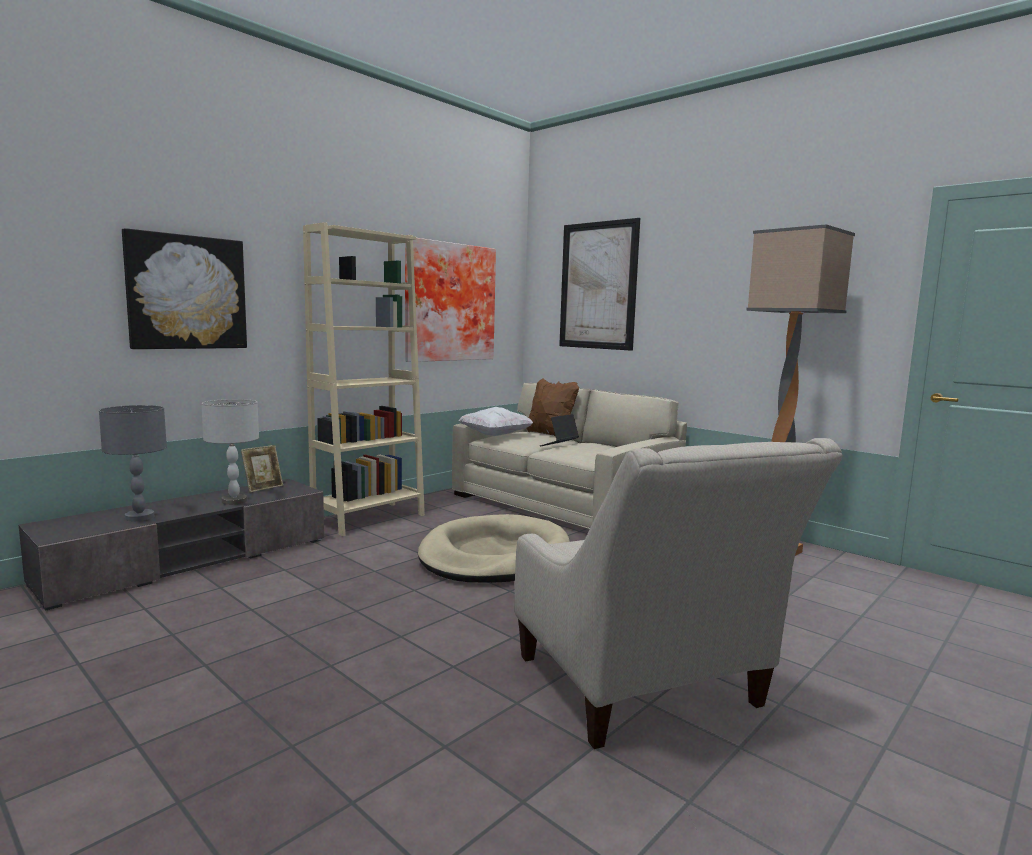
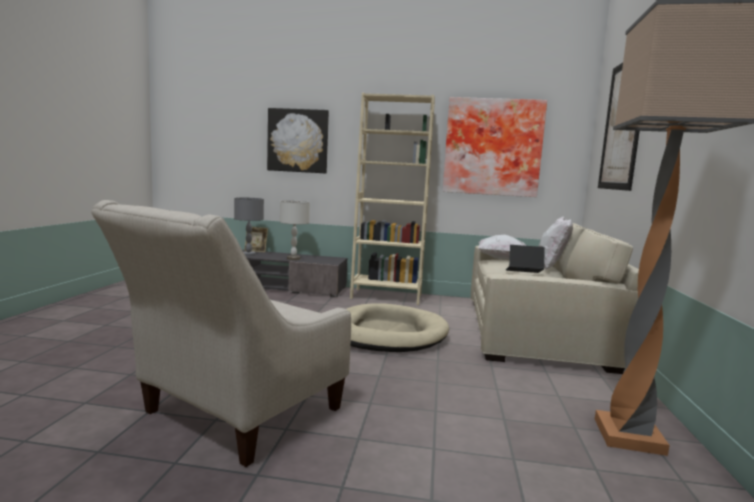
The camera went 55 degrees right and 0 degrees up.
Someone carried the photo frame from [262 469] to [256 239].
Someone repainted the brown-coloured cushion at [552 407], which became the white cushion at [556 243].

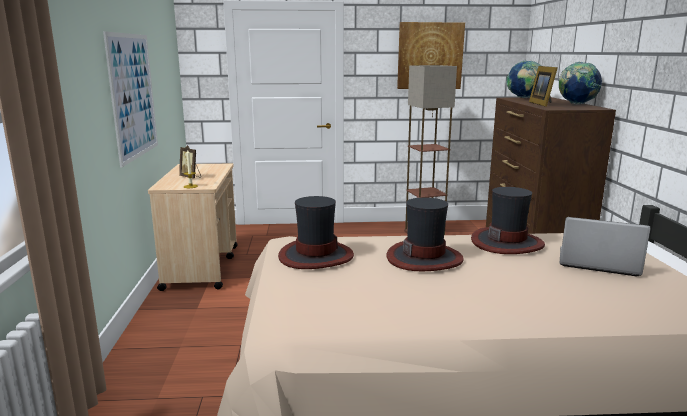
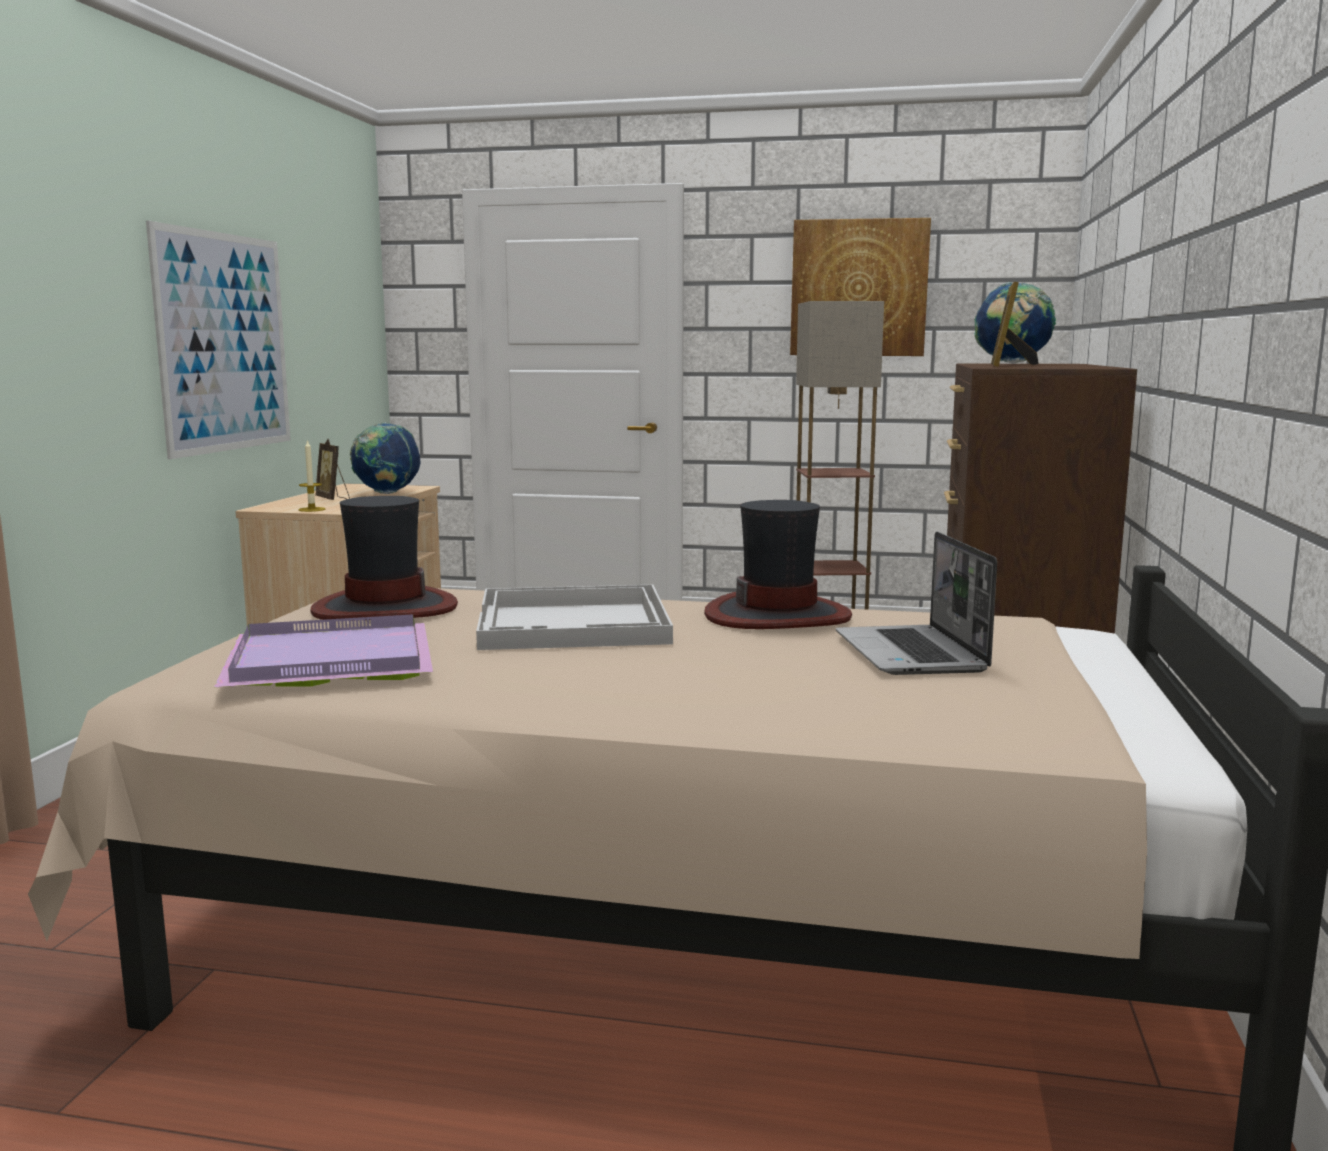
The camera went 15 degrees right and 5 degrees down.
Someone put down the purple-coloured carrying tray at [323 650].
Someone carried the globe from [580 83] to [385 458].
Someone swapped the clothing hat at [425 234] for the white carrying tray at [574 617].
Someone rotated the notebook computer at [605 246] by 135 degrees counterclockwise.

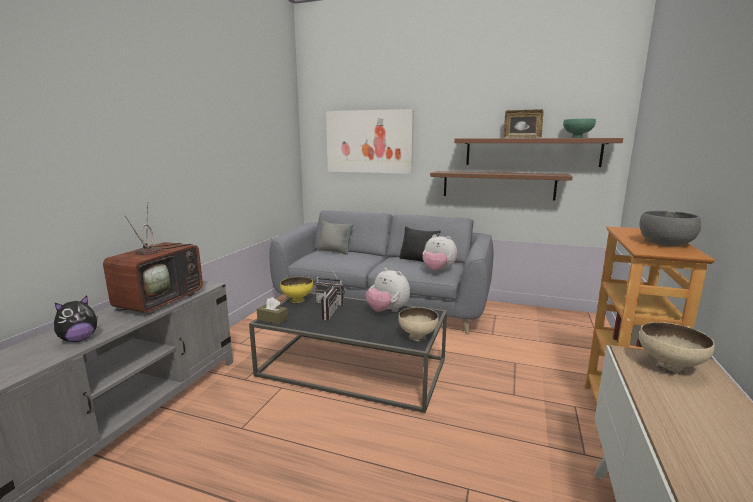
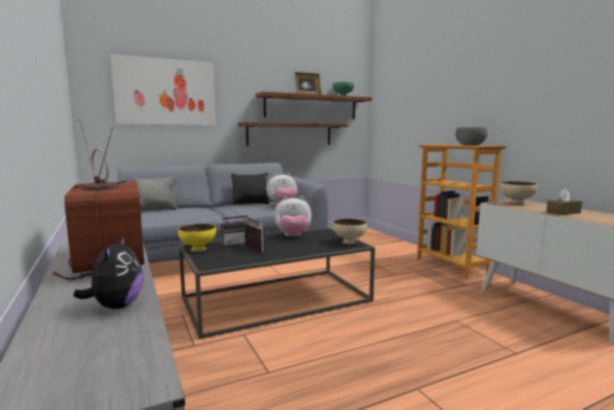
The camera went 45 degrees left and 5 degrees down.
Someone carried the brown-coloured tissue box from [272 311] to [564 201].

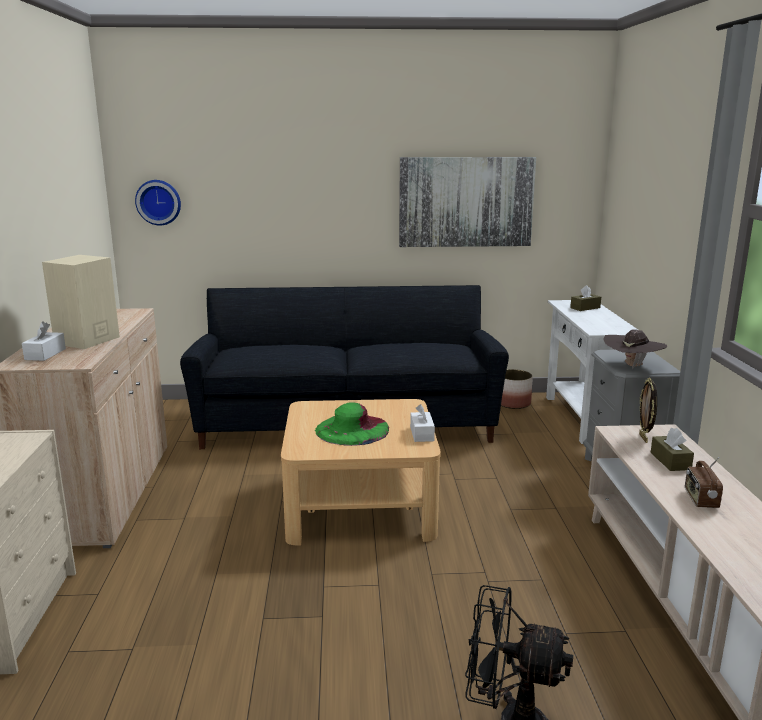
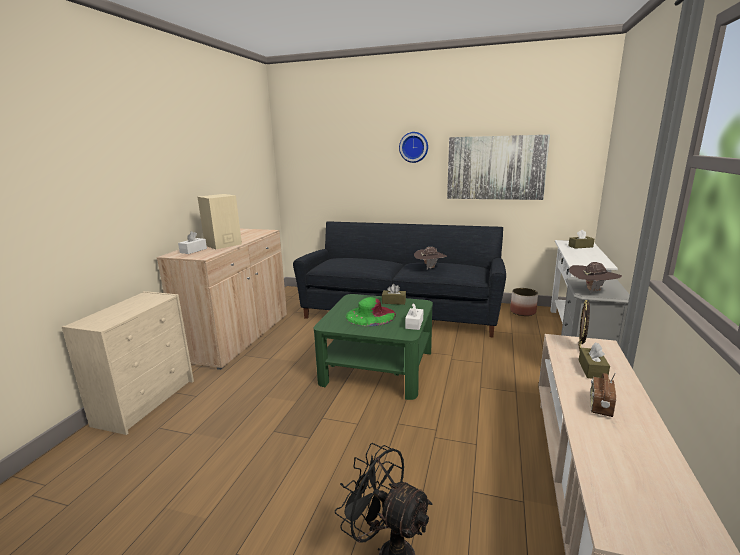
The camera went 20 degrees right and 0 degrees up.
Someone repainted the beige lounge table at [361 472], which became the green-coloured lounge table at [373 347].
Someone put down the brown-coloured tissue box at [394 294].
Someone carried the clock on the wall from [158 203] to [413 147].
Someone put down the brown-coloured clothing hat at [430 258].

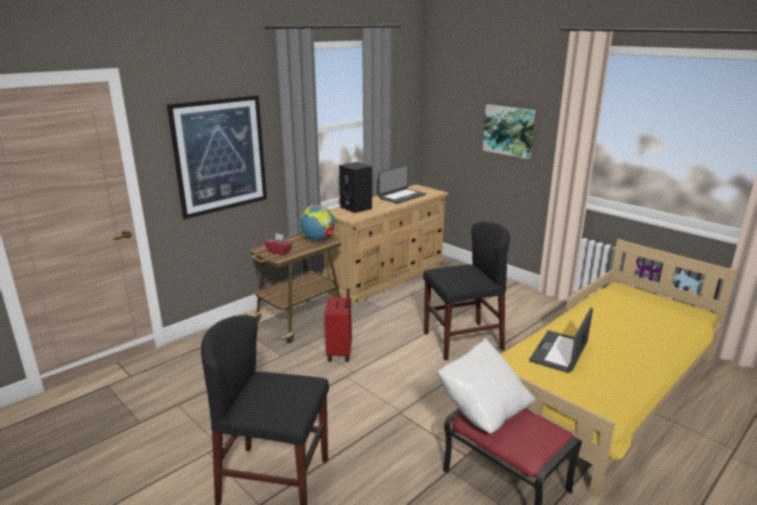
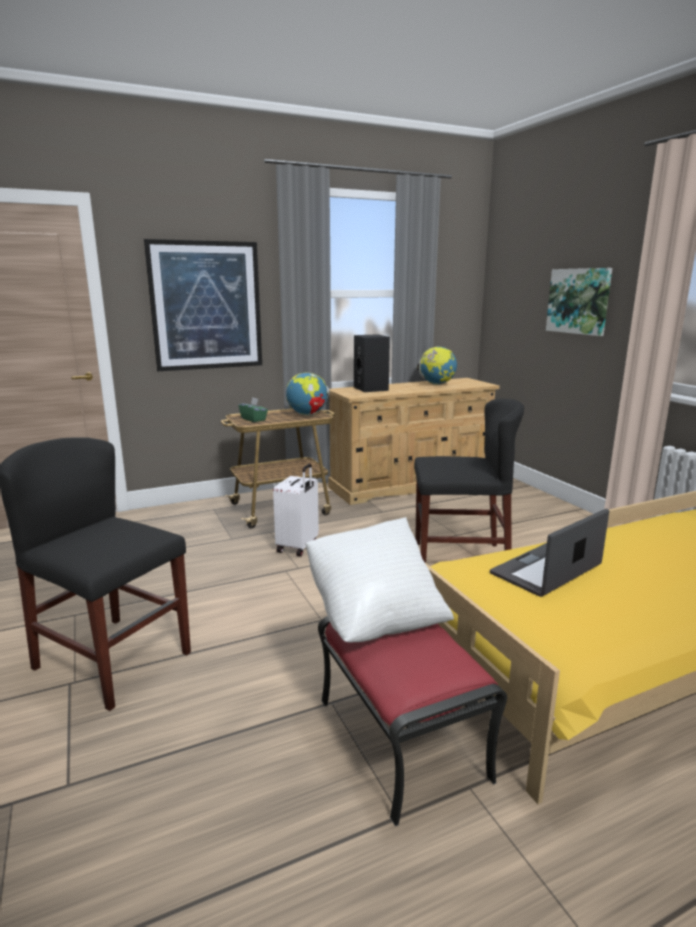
The camera went 20 degrees right and 5 degrees down.
Someone repainted the red tissue box at [278 244], which became the green-coloured tissue box at [253 409].
Someone repainted the red piece of luggage at [338 325], which became the white piece of luggage at [296 510].
Someone swapped the notebook computer at [402 184] for the globe at [437 366].

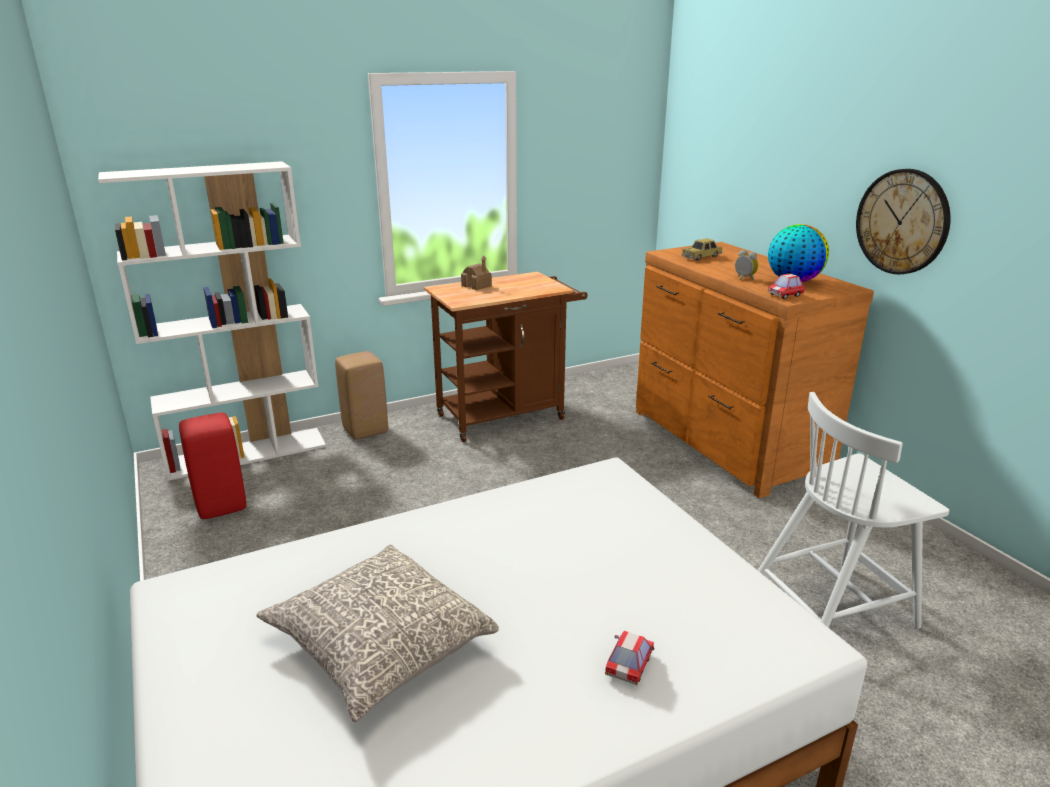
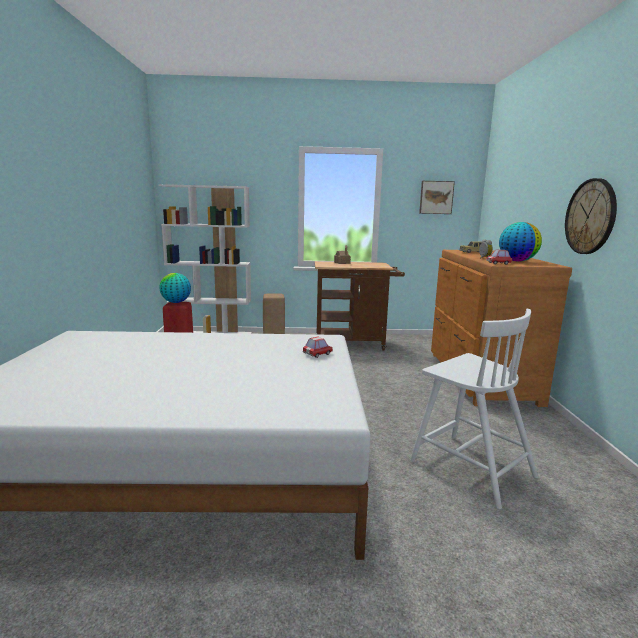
The camera went 25 degrees right and 10 degrees down.
Someone put down the globe at [175 288].
Someone carried the toy car from [629 658] to [318 347].
Someone rotated the white plain chair at [853 510] by 135 degrees counterclockwise.
Someone put up the picture at [437 197].
Someone took away the greyish cushion at [377 633].

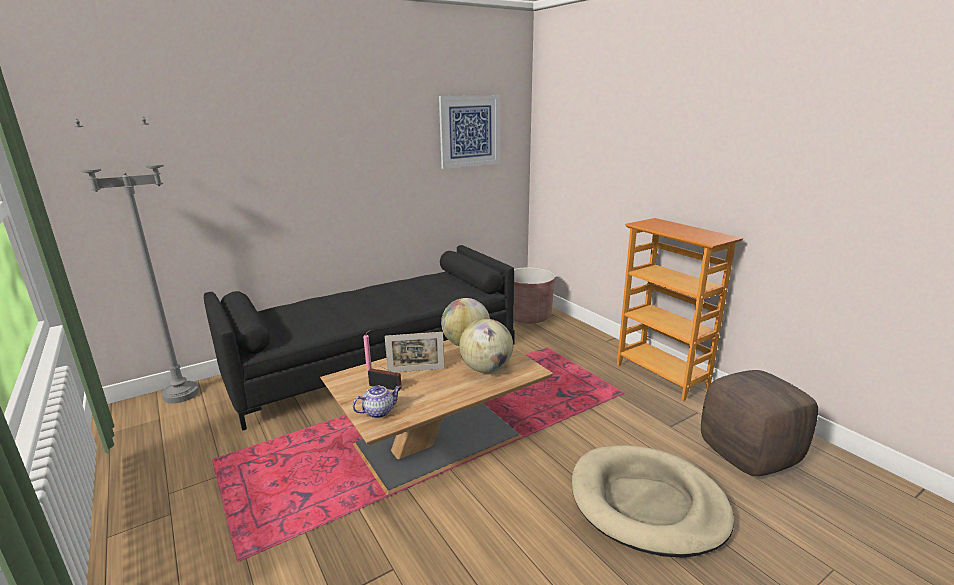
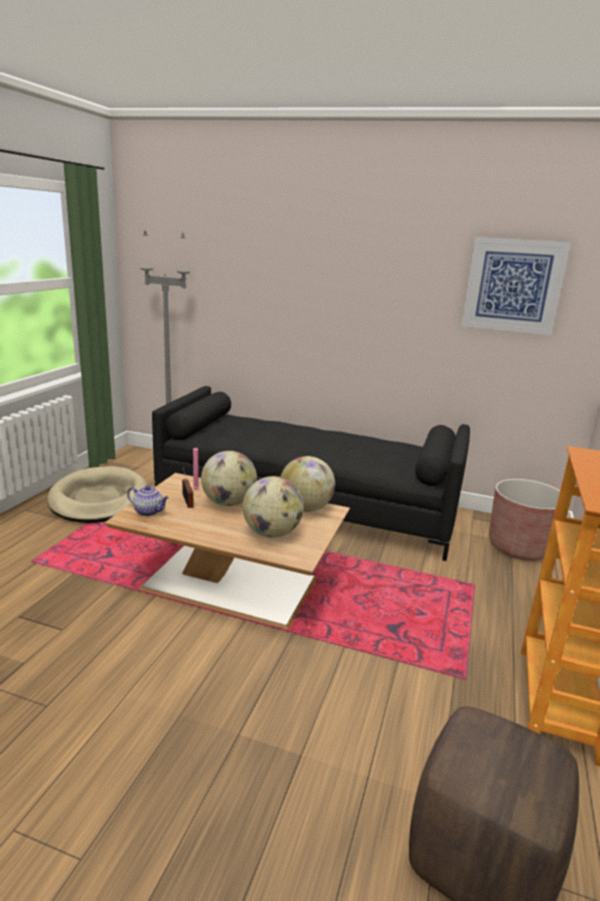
The camera went 50 degrees right and 0 degrees up.
Someone carried the beige pet bed from [653 501] to [97 494].
Someone swapped the photo frame at [415 352] for the globe at [229 478].

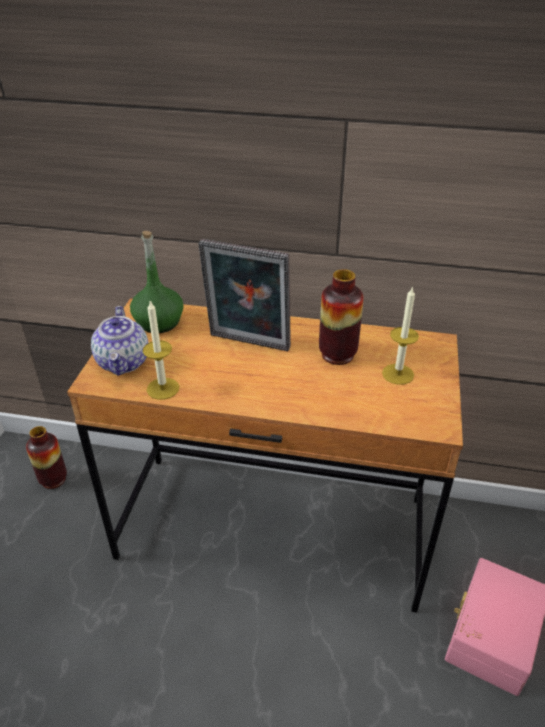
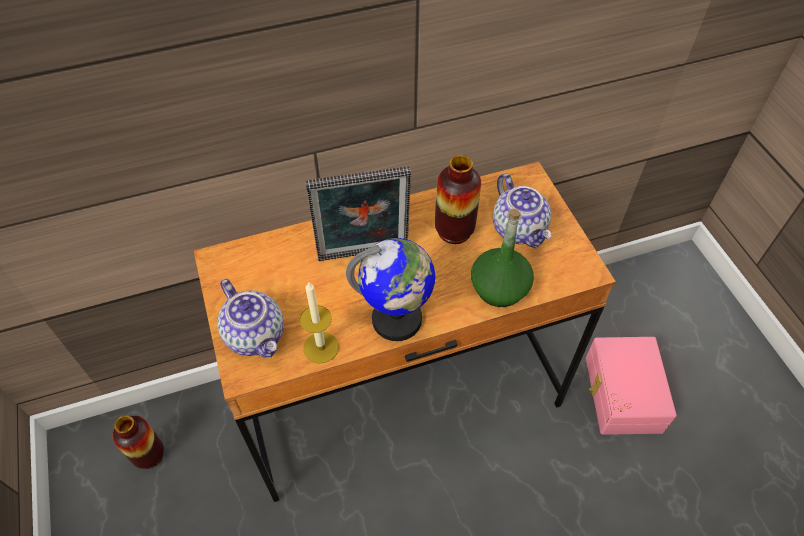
The camera went 30 degrees left and 15 degrees up.
Someone put down the globe at [390 289].
Someone carried the green-coloured drink bottle from [157 282] to [502 257].
Someone swapped the candle at [400 335] for the teapot at [522 211].

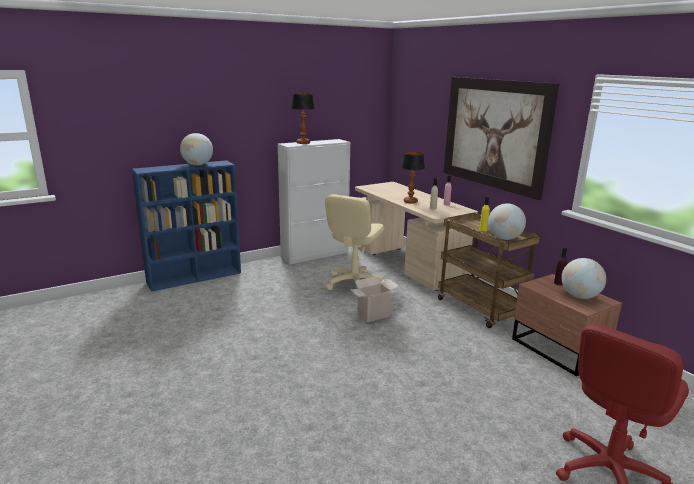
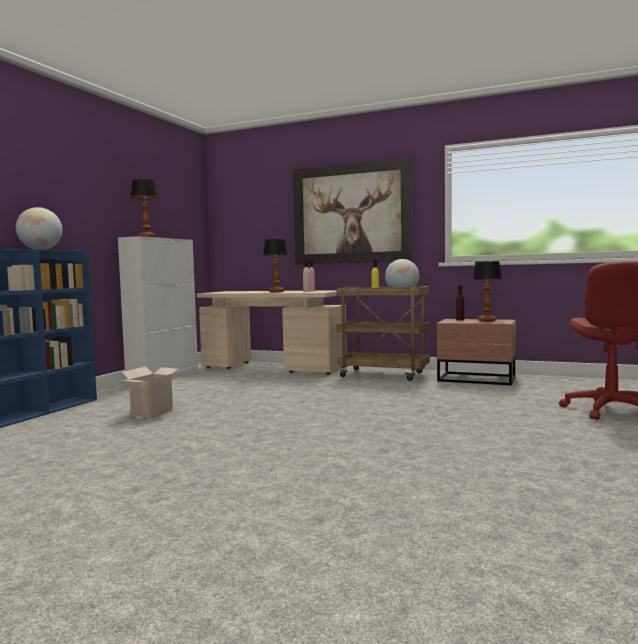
The camera went 35 degrees left and 15 degrees down.
Someone carried the cardboard box from [374 299] to [149 392].
Someone swapped the globe at [584 278] for the lamp for a table at [487 291].
Someone took away the beige office chair at [355 242].

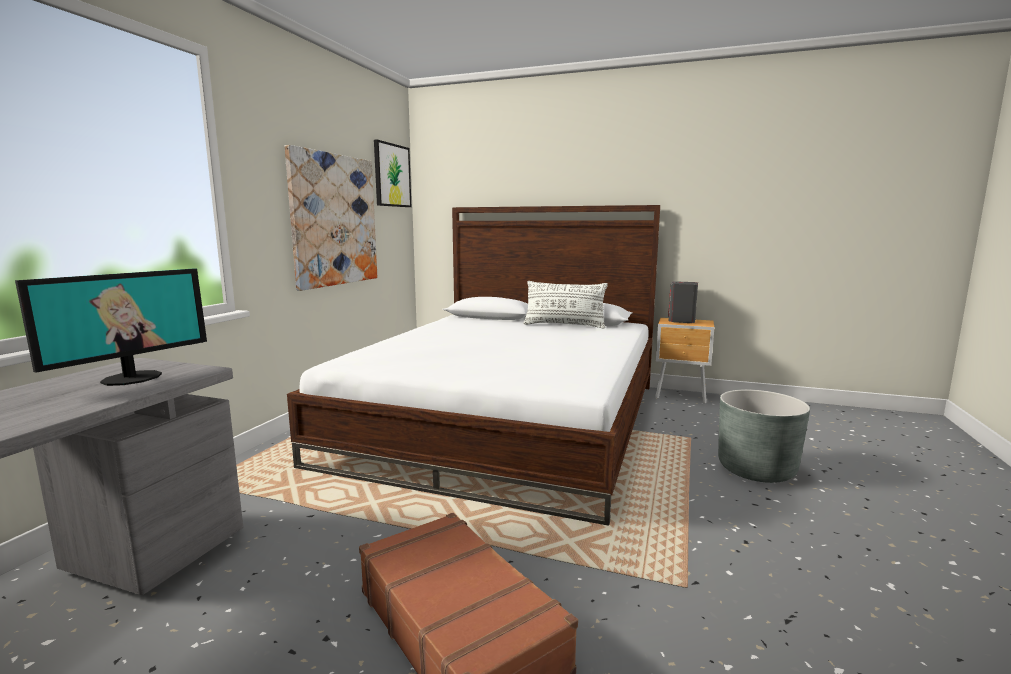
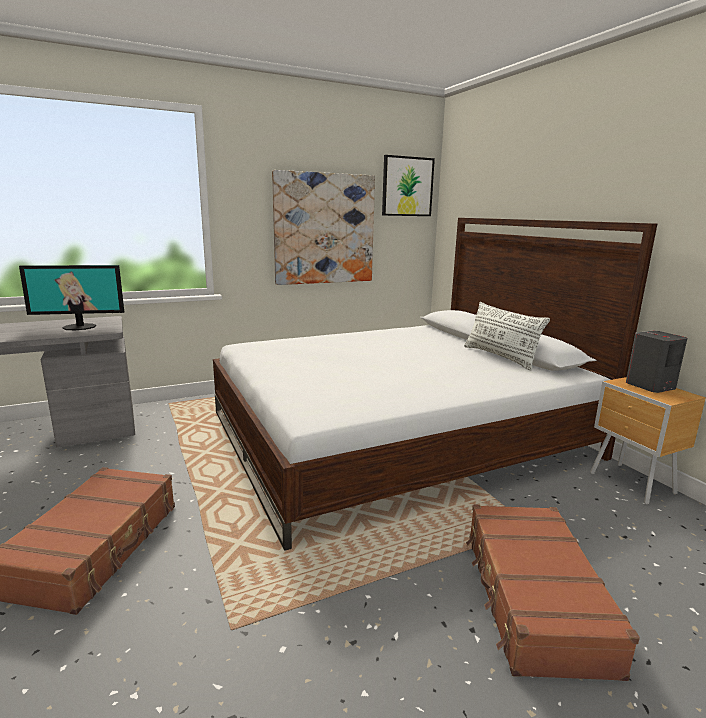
The camera went 45 degrees right and 5 degrees up.
Someone swapped the greyish flower pot at [764 436] for the brown-coloured piece of luggage at [553 592].

